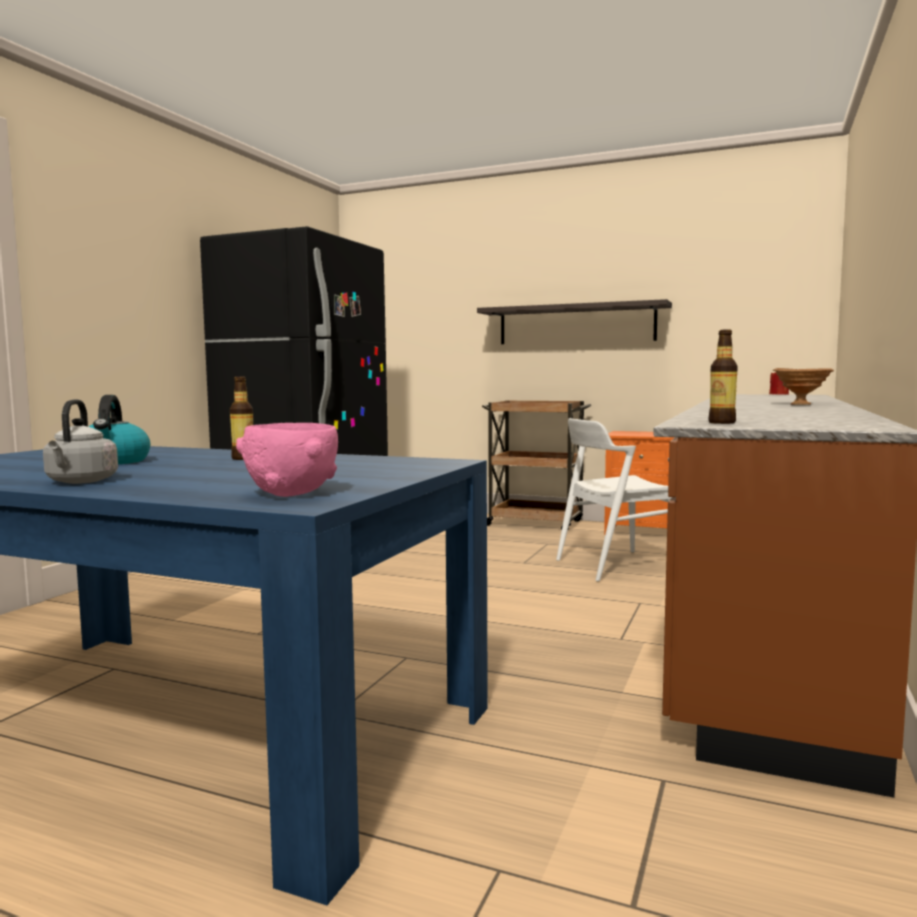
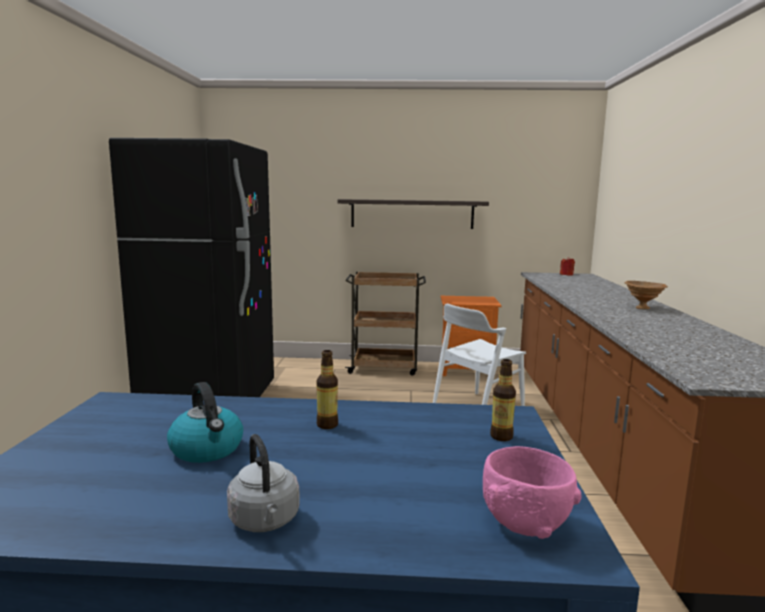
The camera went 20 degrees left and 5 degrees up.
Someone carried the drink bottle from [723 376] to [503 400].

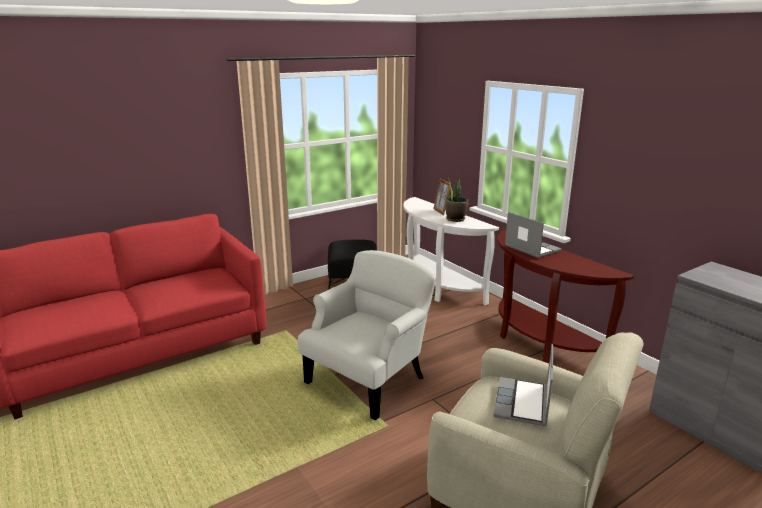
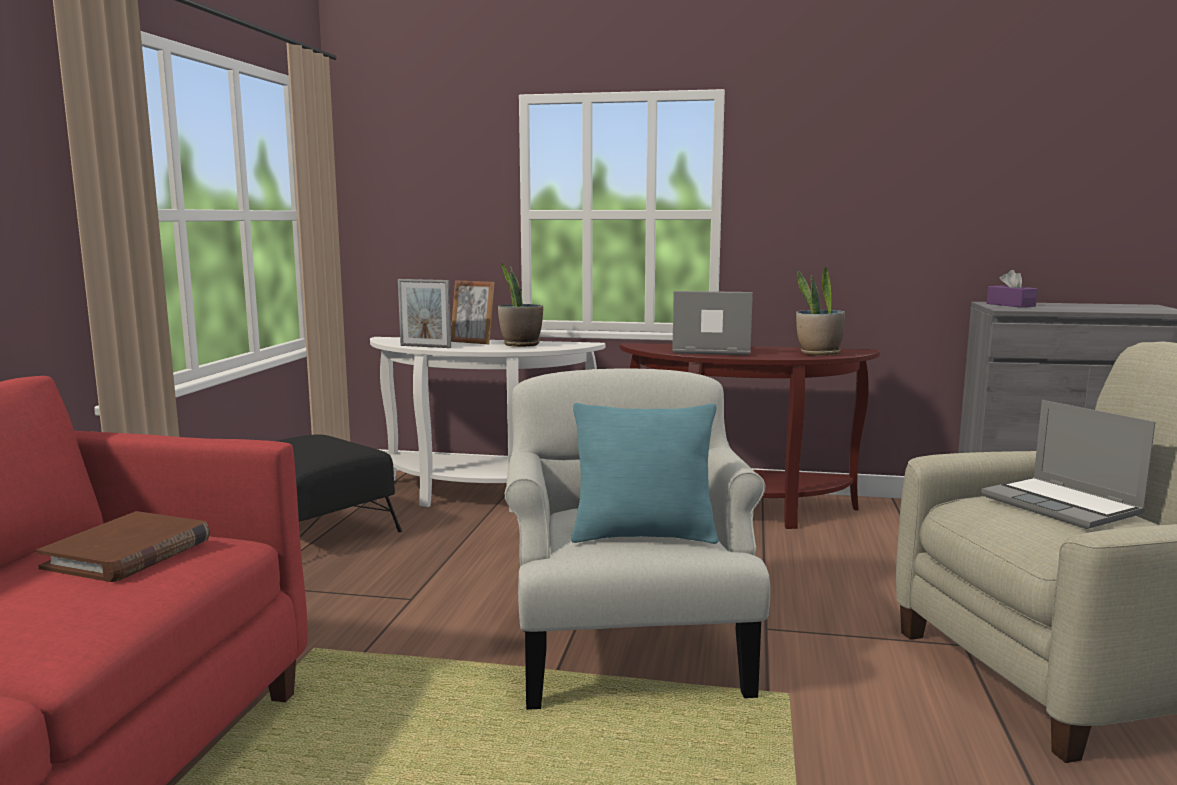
The camera went 45 degrees left and 10 degrees down.
Someone put down the brown-coloured bound book at [123 546].
Someone put down the photo frame at [424 313].
Someone put down the turquoise cushion at [645 473].
Someone put down the plant in a pot at [820 311].
Someone put down the purple-coloured tissue box at [1012 289].

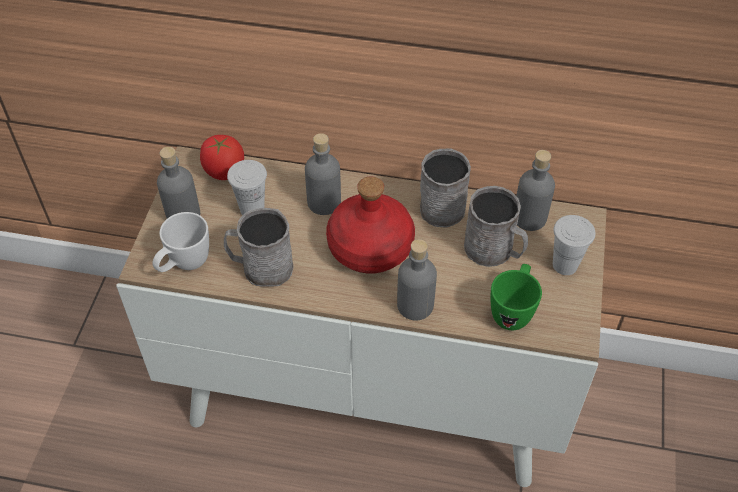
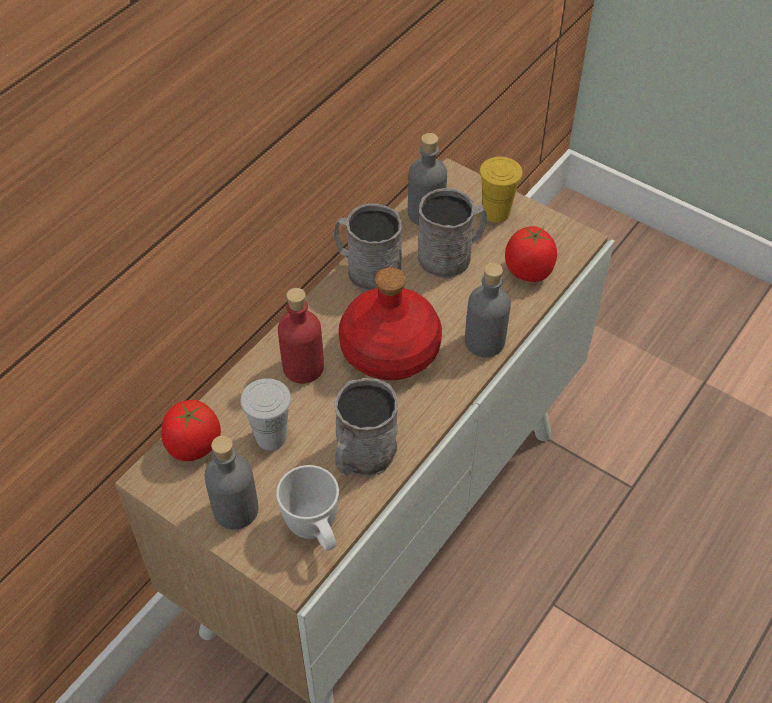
The camera went 65 degrees left and 0 degrees up.
Someone repainted the greyish drink bottle at [323 174], which became the red drink bottle at [301 336].
Someone repainted the white small cup at [574 245], which became the yellow-coloured small cup at [501 190].
Someone swapped the green-coloured coffee mug at [516 297] for the whole tomato at [531 254].

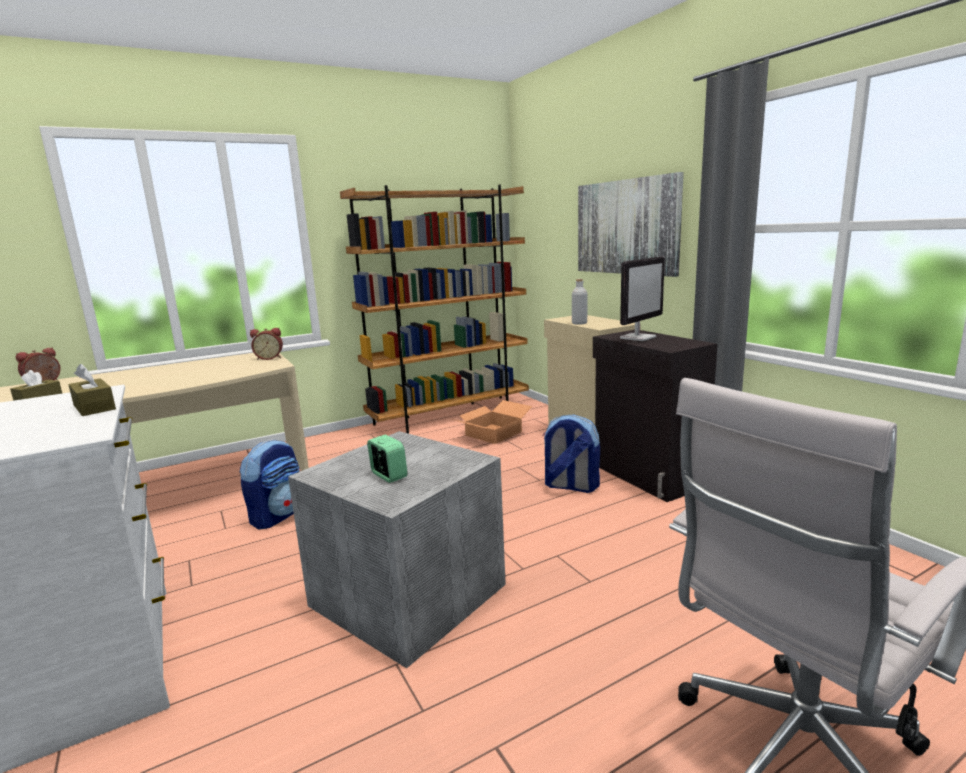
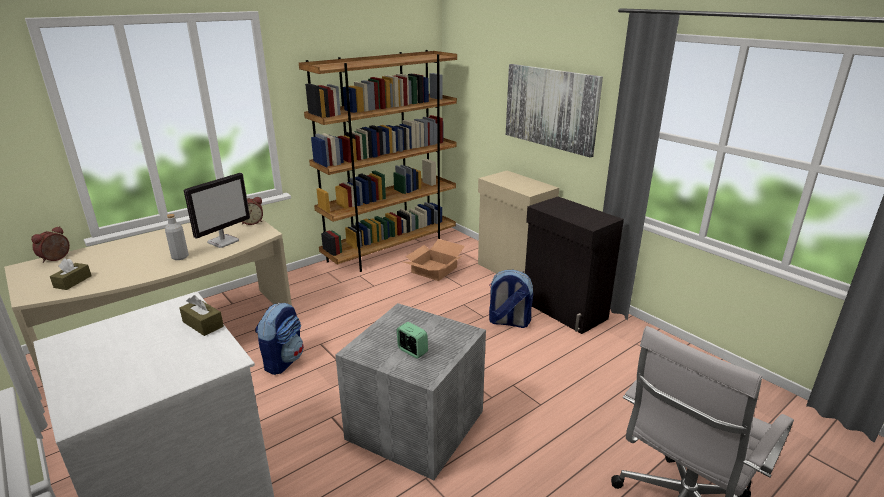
The camera went 10 degrees left and 10 degrees up.
Someone carried the greyish drink bottle from [579 302] to [177 237].
Someone carried the computer screen from [642 299] to [217 210].

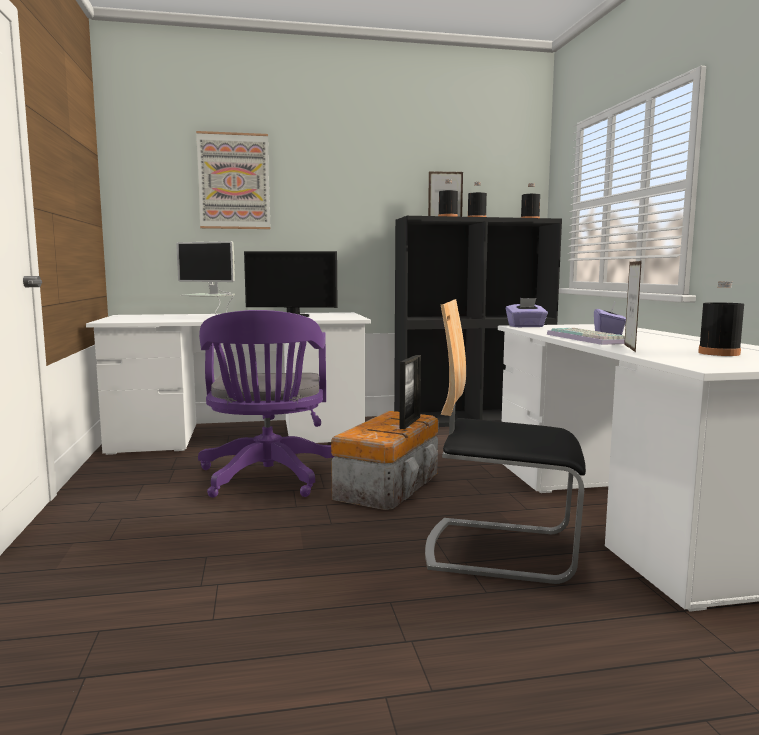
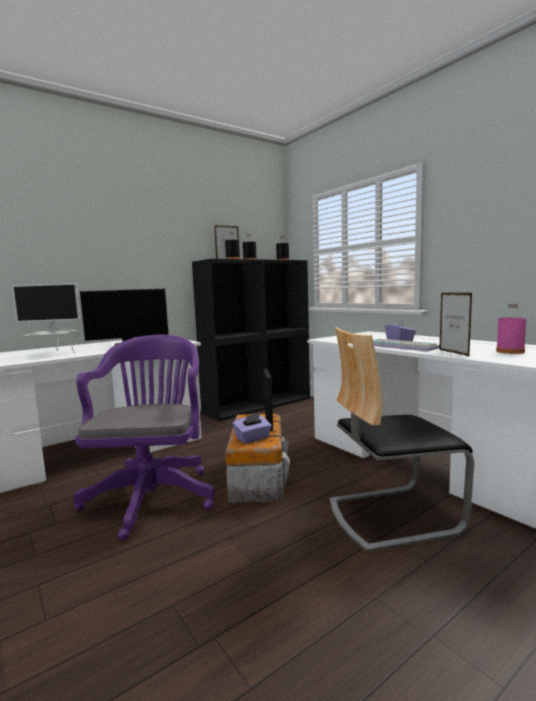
The camera went 25 degrees left and 0 degrees up.
Someone rotated the purple-coloured office chair at [266 404] by 150 degrees counterclockwise.
Someone carried the purple-coloured tissue box from [527 312] to [252 428].
Someone repainted the black-coloured drink bottle at [721 318], which became the pink drink bottle at [511 329].
Someone took away the picture at [233 180].

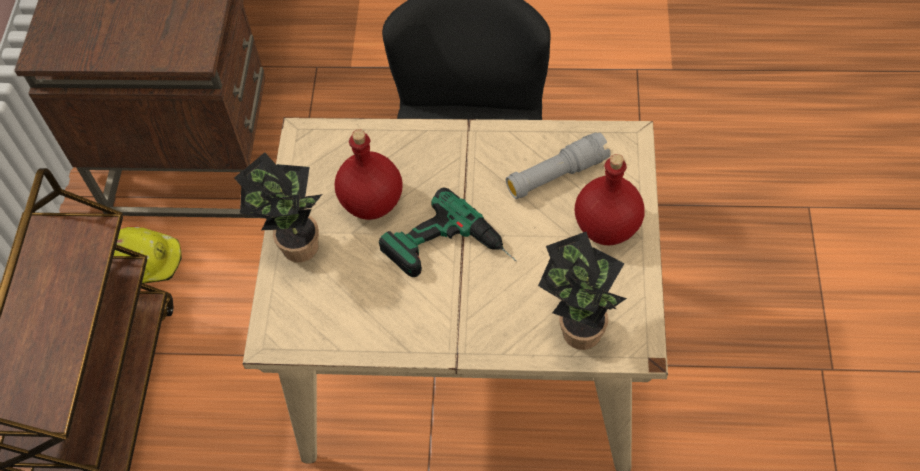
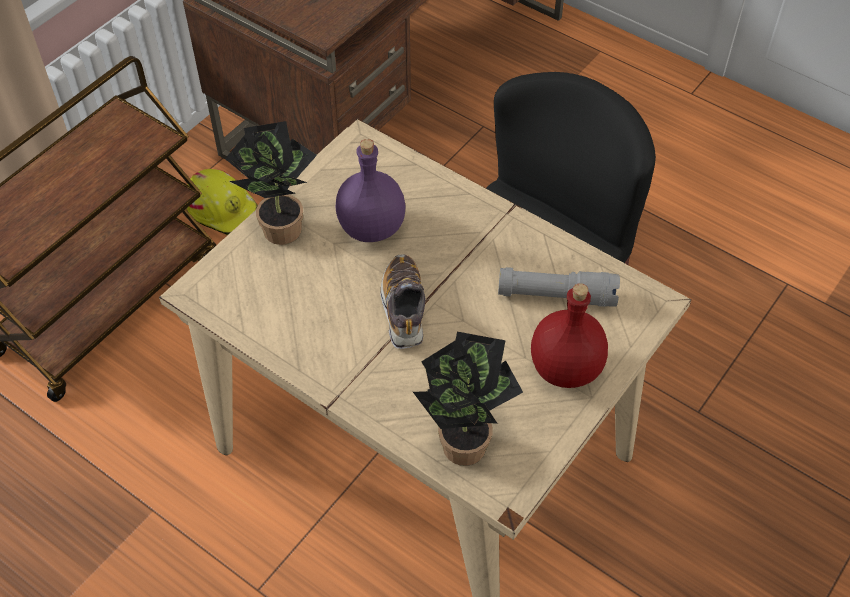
The camera went 30 degrees right and 5 degrees down.
Someone repainted the red drink bottle at [368 174], which became the purple-coloured drink bottle at [370 190].
Someone swapped the power drill at [448 232] for the low shoe at [403 301].

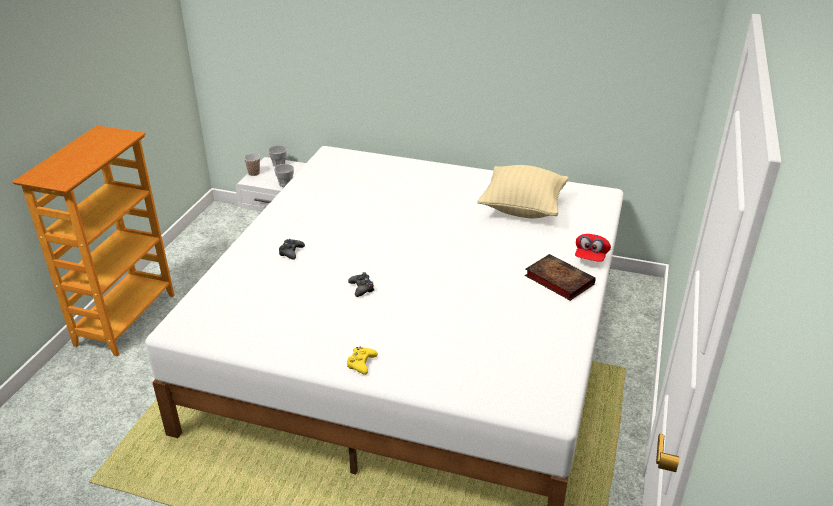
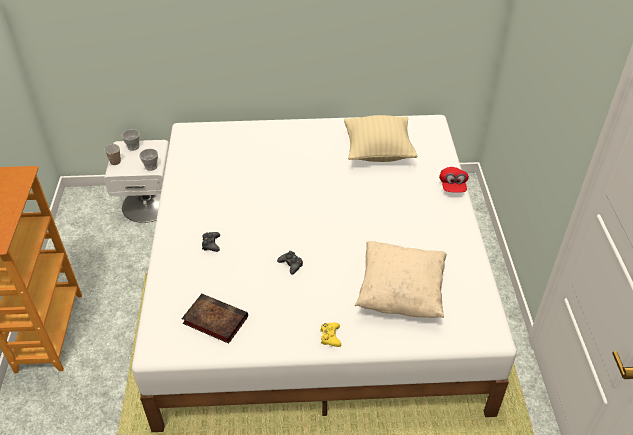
The camera went 20 degrees left and 10 degrees up.
Someone carried the bound book from [560 277] to [215 319].
Someone put down the beige cushion at [400 279].

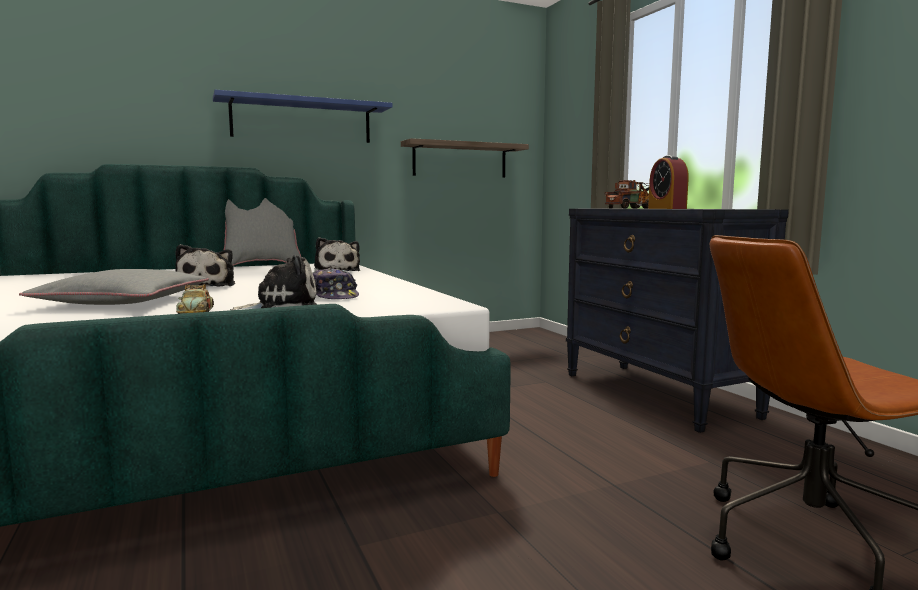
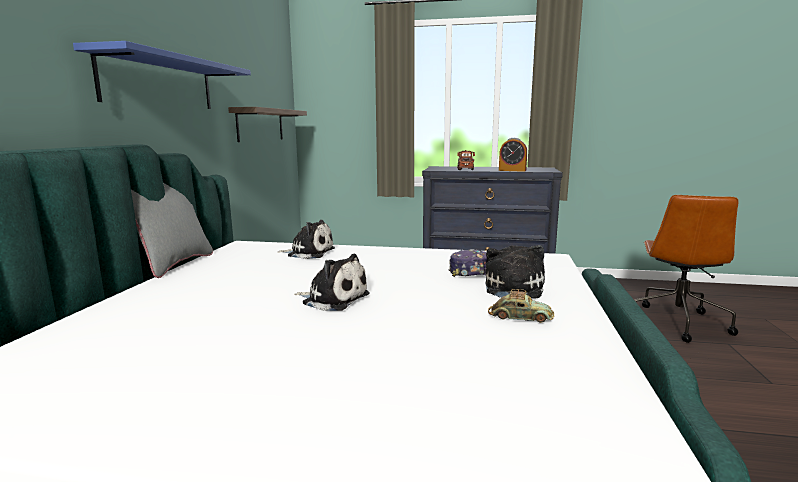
The camera went 55 degrees left and 5 degrees up.
Someone took away the greyish cushion at [114 287].

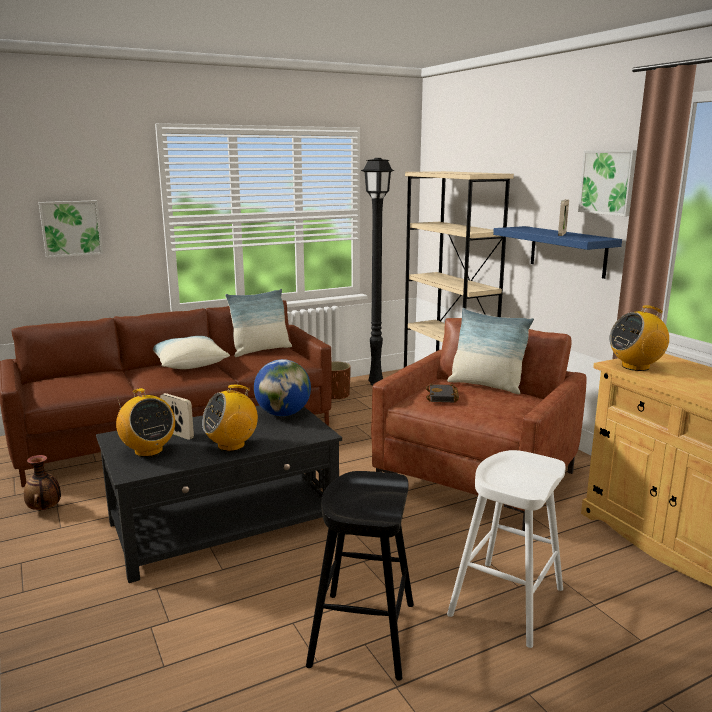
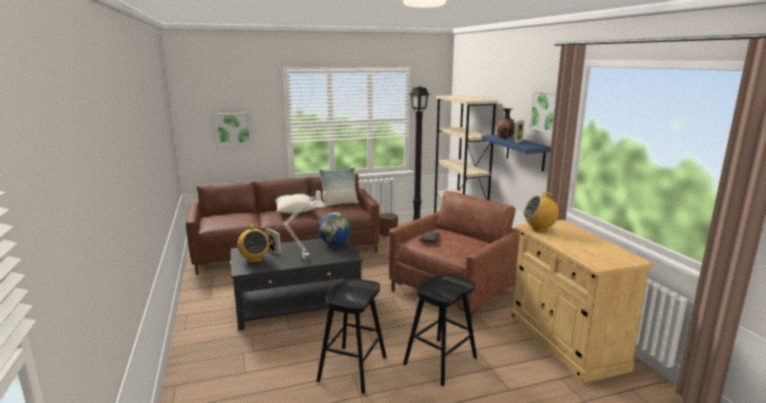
The camera went 10 degrees right and 0 degrees up.
Someone swapped the radio at [230 418] for the white lamp for a table at [297 225].
Someone repainted the white stool at [506 549], which became the black-coloured stool at [440 330].
Someone carried the vase from [42 482] to [505 123].
Someone took away the cushion at [490 351].

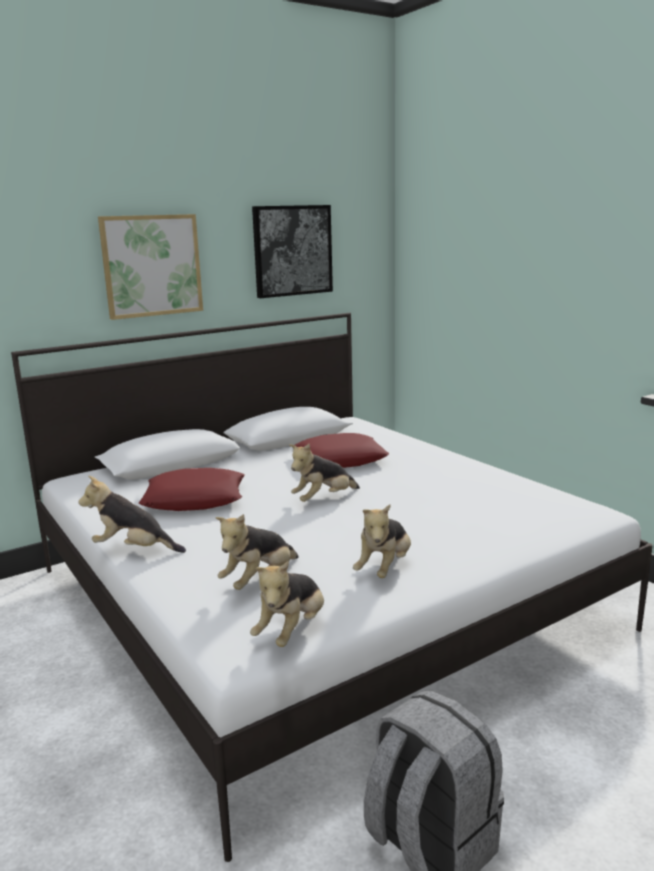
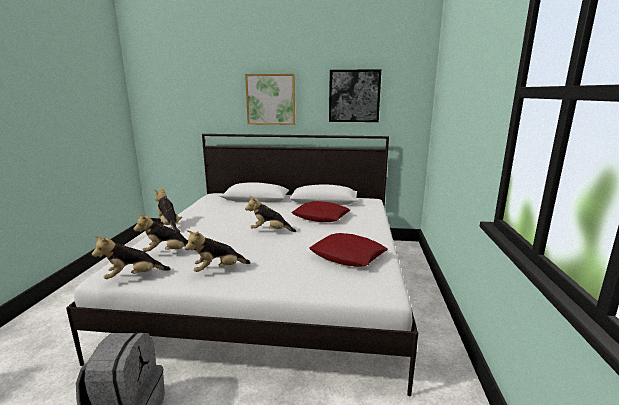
The camera went 40 degrees right and 0 degrees up.
Someone carried the red cushion from [192 489] to [348 250].

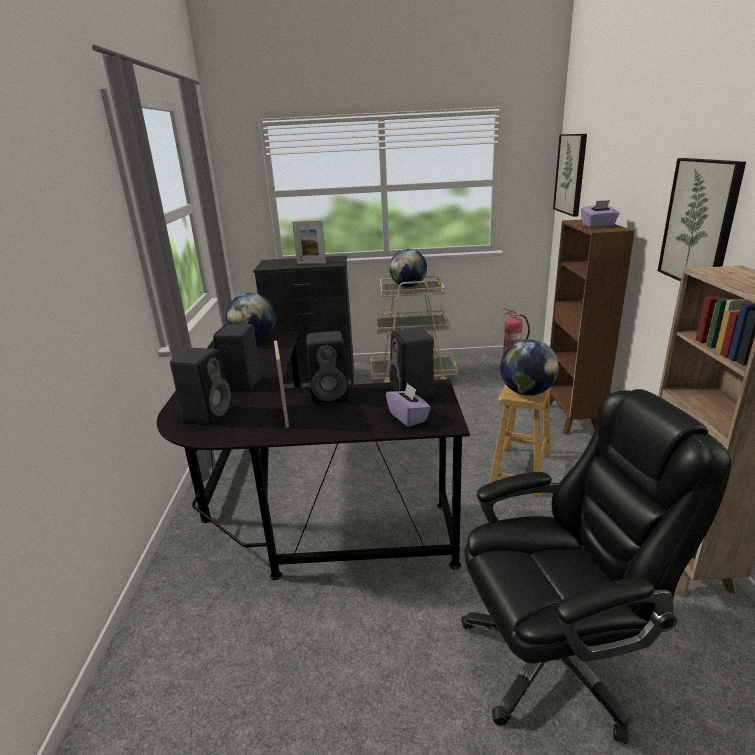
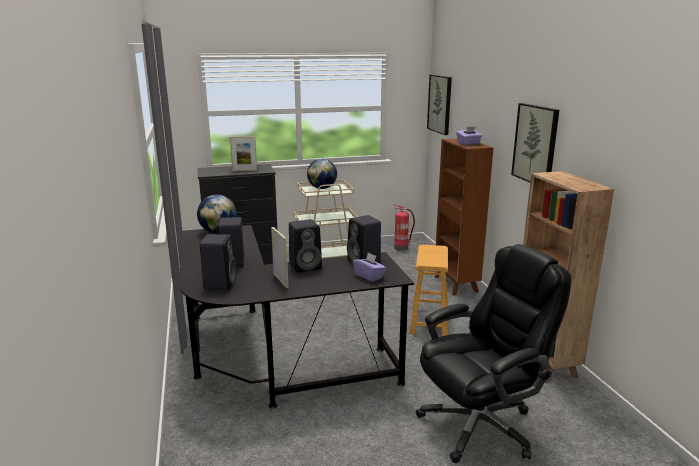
The camera went 15 degrees left and 5 degrees down.
Someone took away the globe at [529 367].

